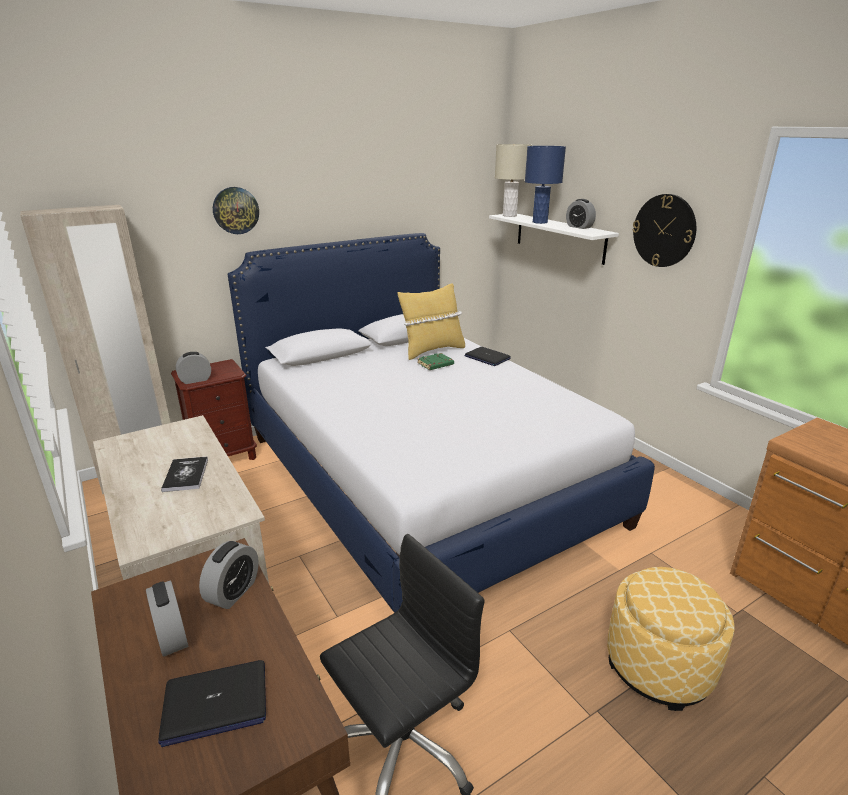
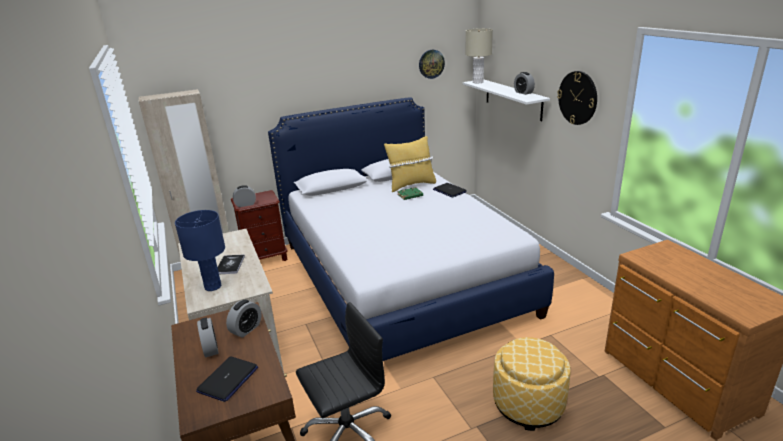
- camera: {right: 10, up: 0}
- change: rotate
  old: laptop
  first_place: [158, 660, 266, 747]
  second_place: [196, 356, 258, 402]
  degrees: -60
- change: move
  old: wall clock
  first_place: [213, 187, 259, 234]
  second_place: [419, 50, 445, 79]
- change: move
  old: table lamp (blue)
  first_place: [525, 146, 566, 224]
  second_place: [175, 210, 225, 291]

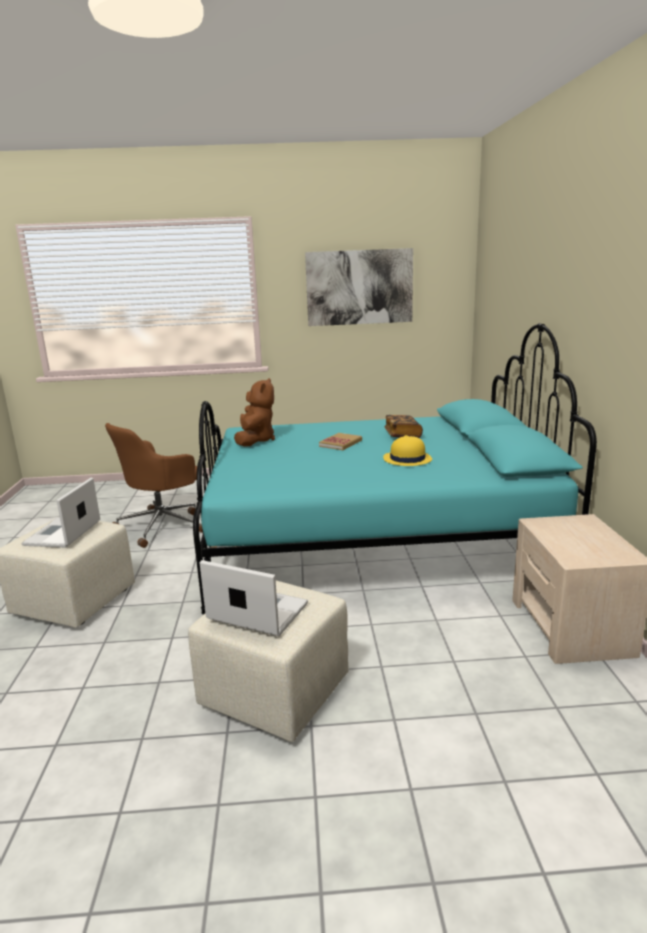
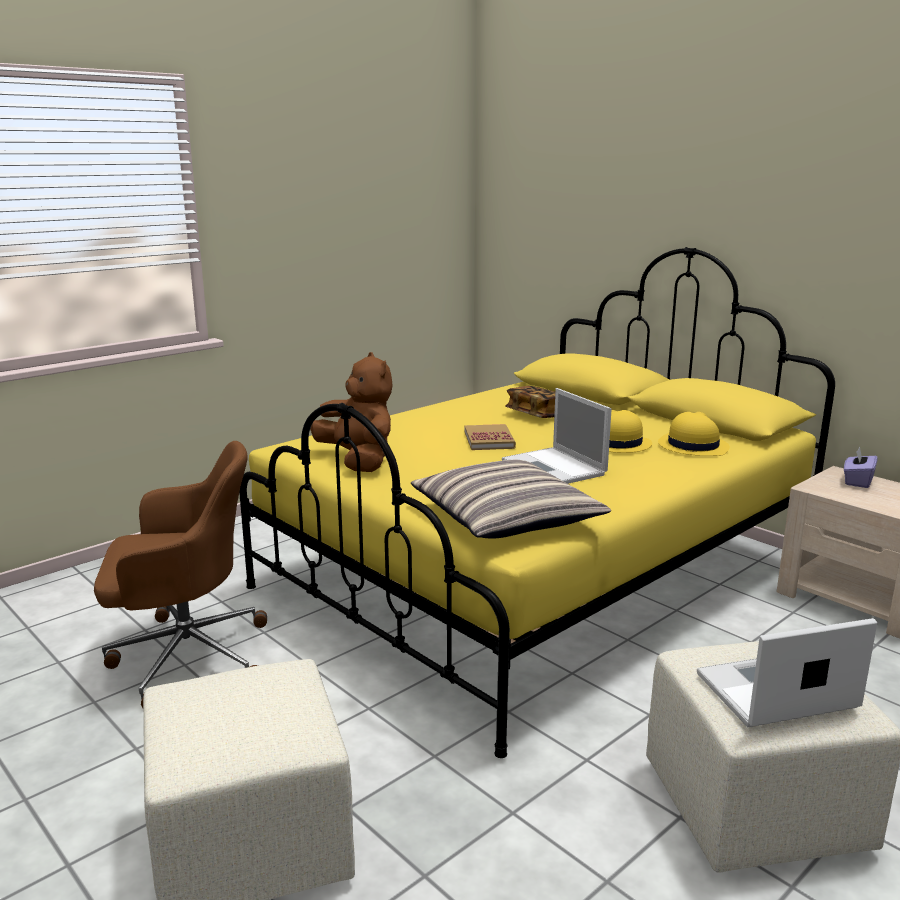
- camera: {right: -40, up: 0}
- change: move
  old: laptop
  first_place: [21, 478, 100, 548]
  second_place: [502, 388, 612, 484]
- change: rotate
  old: office chair (brown)
  first_place: [105, 423, 203, 548]
  second_place: [94, 441, 267, 708]
  degrees: -105
- change: recolor
  old: bed (turquoise)
  new: bed (yellow)
  first_place: [193, 323, 597, 615]
  second_place: [239, 247, 835, 758]
- change: delete
  old: picture
  first_place: [305, 248, 413, 326]
- change: insert
  new: pillow
  second_place: [411, 460, 611, 539]
- change: insert
  new: hat (yellow)
  second_place: [658, 412, 730, 456]
- change: insert
  new: tissue box (purple)
  second_place: [844, 447, 878, 488]

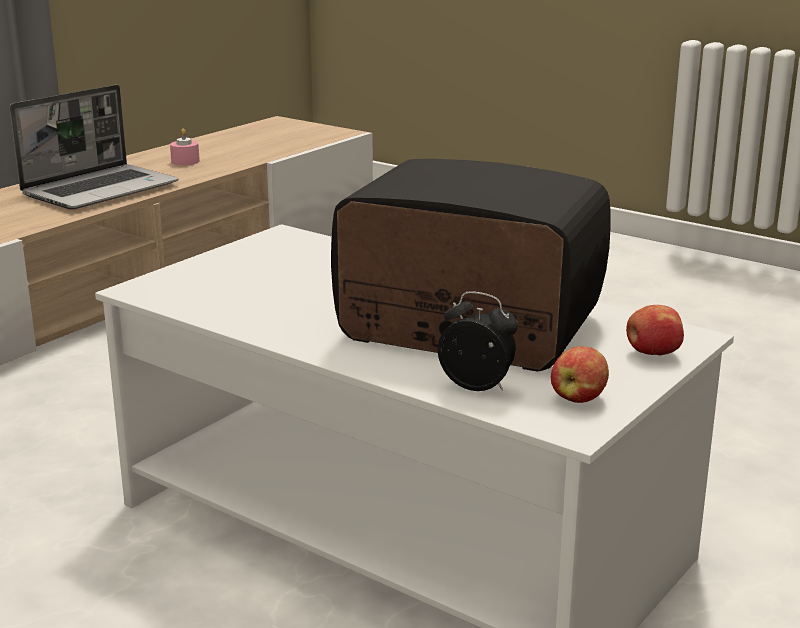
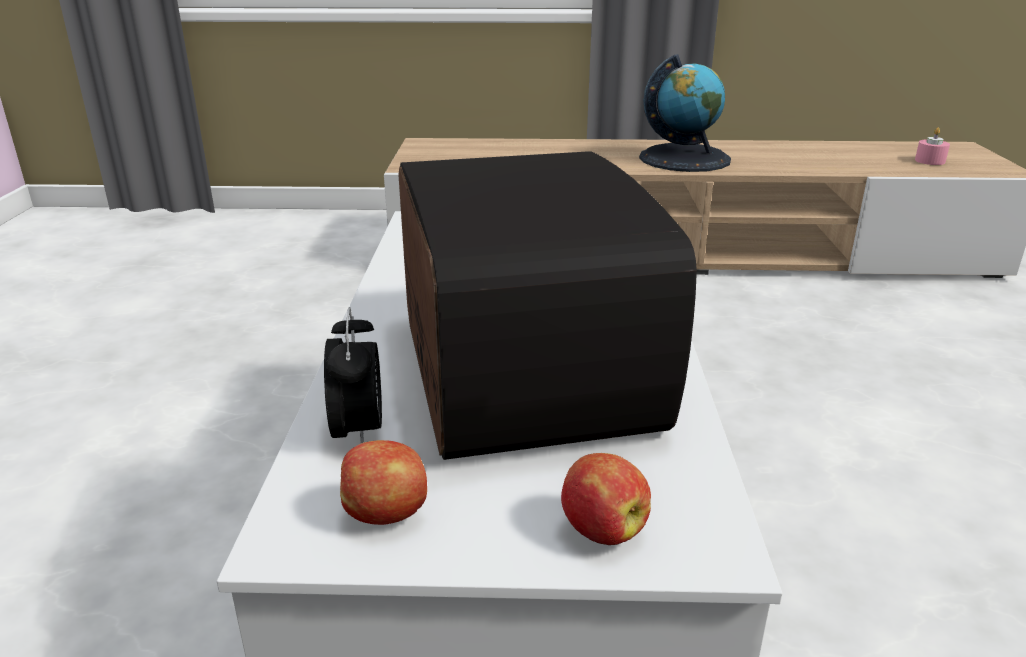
- camera: {right: 55, up: 5}
- change: replace
  old: laptop
  new: globe
  first_place: [10, 85, 178, 210]
  second_place: [639, 54, 731, 172]
- change: move
  old: candle (pink)
  first_place: [170, 129, 200, 165]
  second_place: [915, 128, 950, 165]

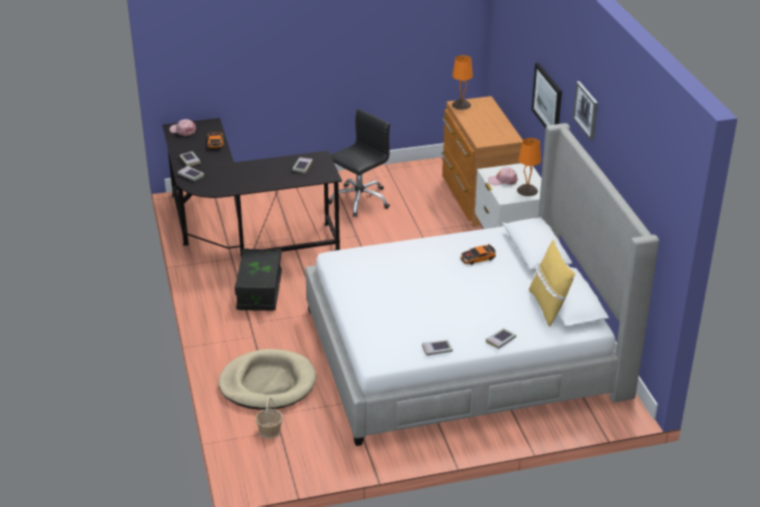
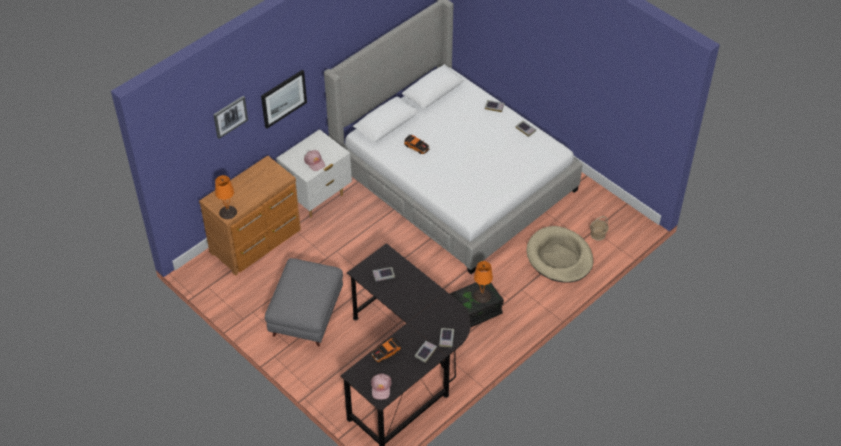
- camera: {right: -120, up: 15}
- change: replace
  old: office chair (black)
  new: ottoman (grey)
  first_place: [328, 109, 390, 218]
  second_place: [265, 258, 343, 346]
- change: move
  old: table lamp (orange)
  first_place: [517, 138, 541, 196]
  second_place: [473, 261, 493, 303]
- change: delete
  old: pillow (yellow)
  first_place: [529, 240, 575, 326]
- change: move
  old: picture
  first_place: [573, 81, 598, 141]
  second_place: [213, 96, 248, 139]

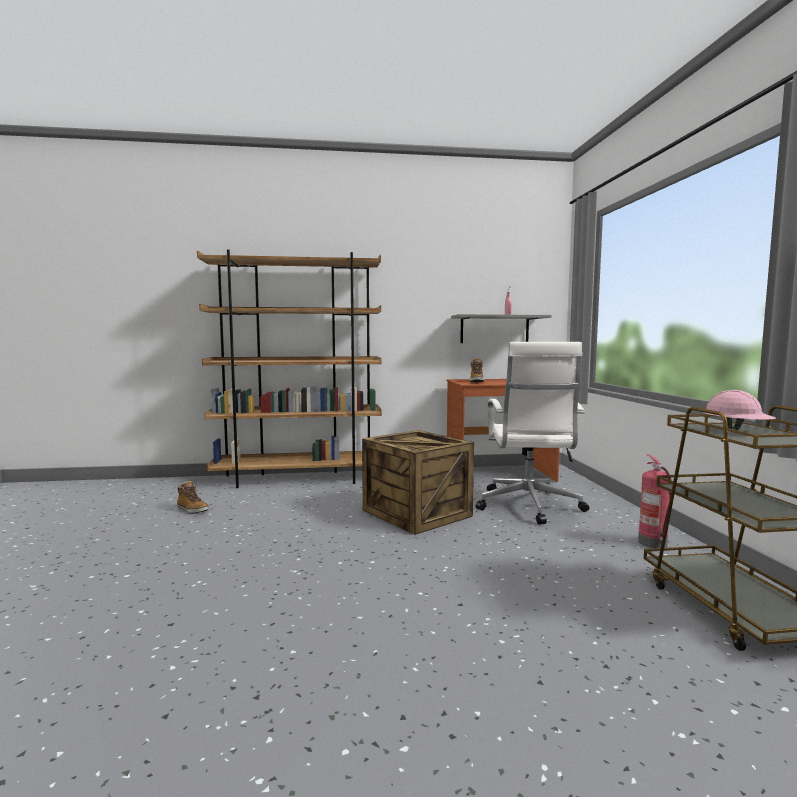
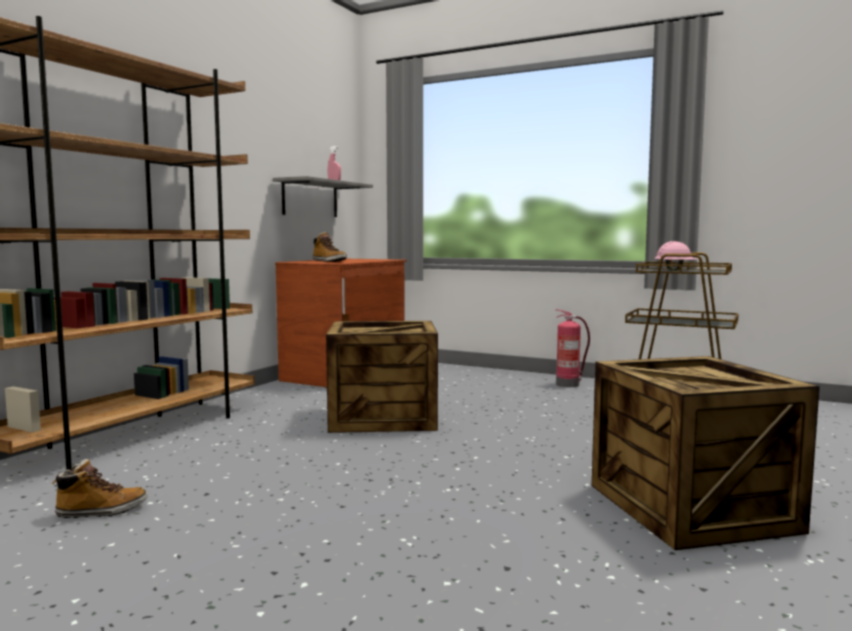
- camera: {right: -55, up: 0}
- change: delete
  old: office chair (white)
  first_place: [476, 342, 589, 525]
- change: insert
  new: crate
  second_place: [592, 356, 820, 550]

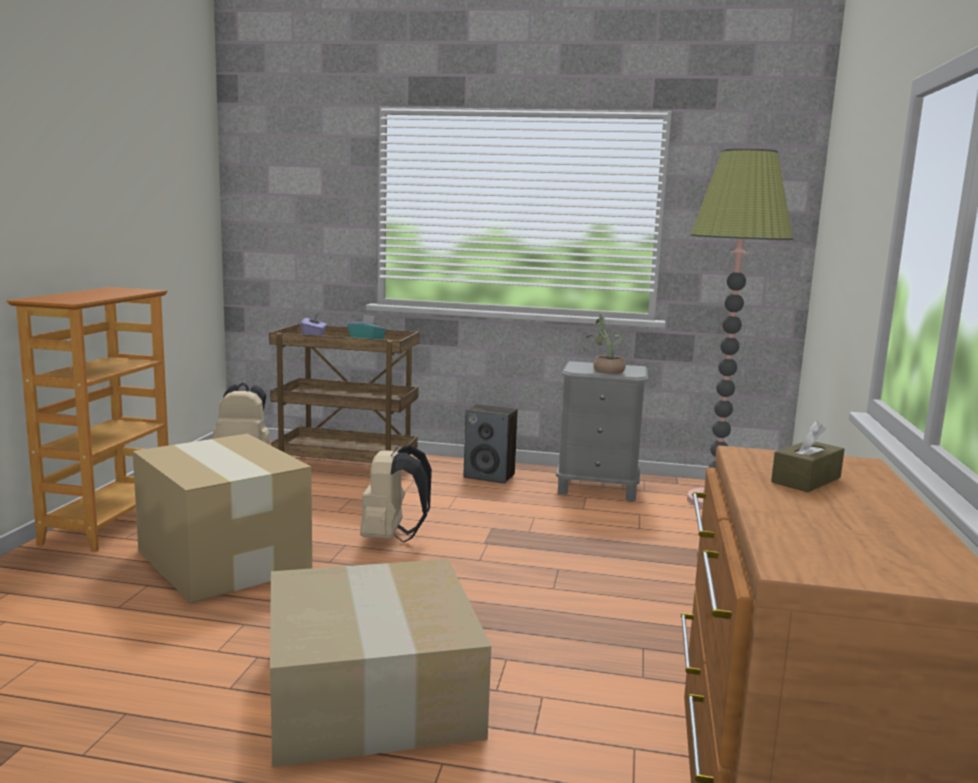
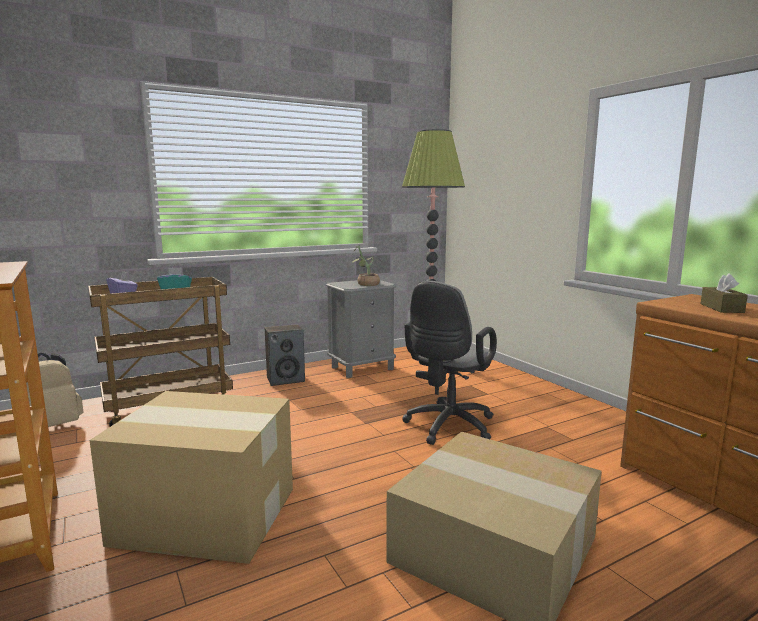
- camera: {right: -40, up: 0}
- change: delete
  old: backpack (beige)
  first_place: [360, 444, 432, 543]
- change: insert
  new: office chair (grey)
  second_place: [402, 281, 497, 445]

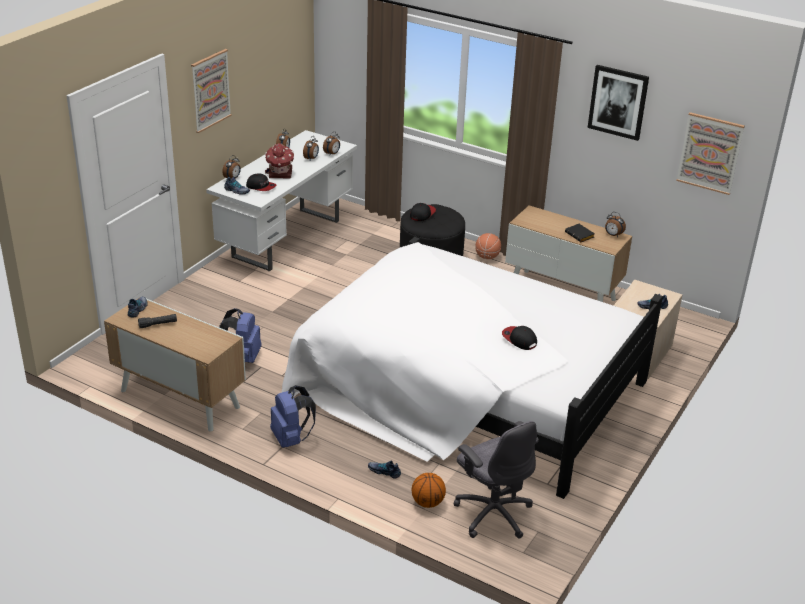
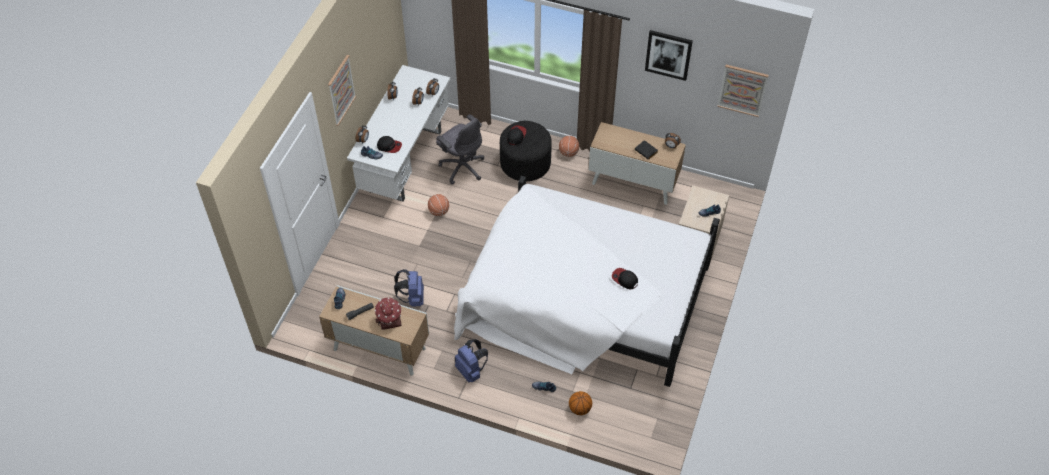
- camera: {right: -10, up: 20}
- change: move
  old: toy house
  first_place: [265, 143, 294, 178]
  second_place: [374, 297, 402, 330]
- change: move
  old: office chair (grey)
  first_place: [453, 421, 539, 538]
  second_place: [436, 114, 484, 185]
- change: insert
  new: basketball
  second_place: [428, 194, 449, 216]

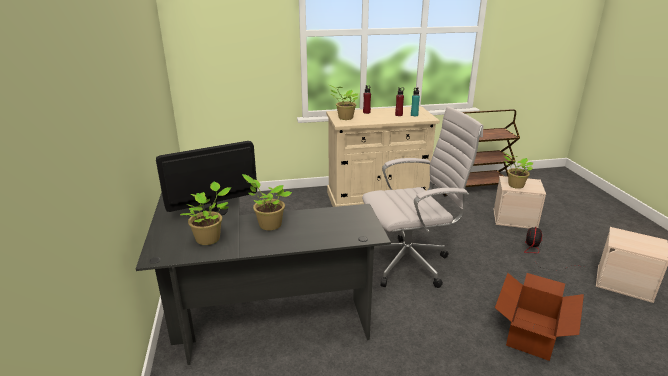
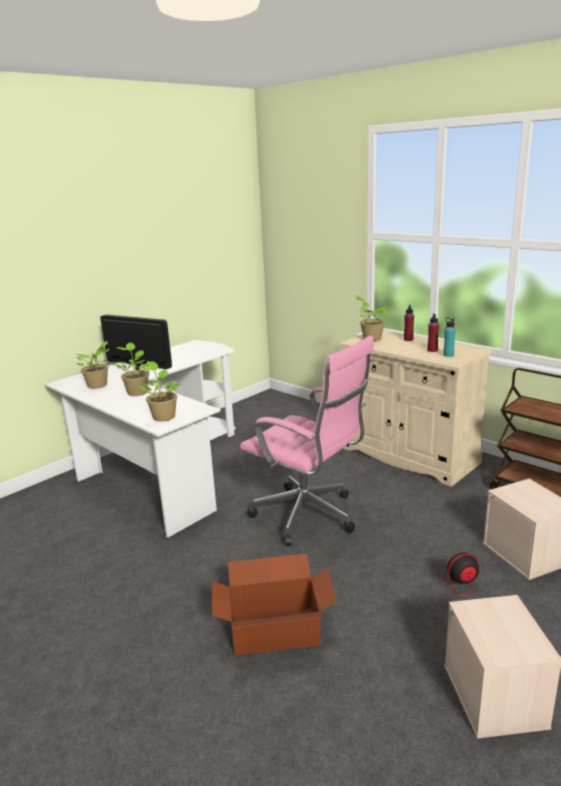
- camera: {right: 55, up: -5}
- change: recolor
  old: desk (black)
  new: desk (white)
  first_place: [136, 192, 391, 365]
  second_place: [45, 340, 235, 538]
- change: recolor
  old: office chair (white)
  new: office chair (pink)
  first_place: [362, 106, 483, 288]
  second_place: [240, 336, 374, 546]
- change: move
  old: potted plant
  first_place: [503, 152, 533, 189]
  second_place: [137, 361, 180, 422]

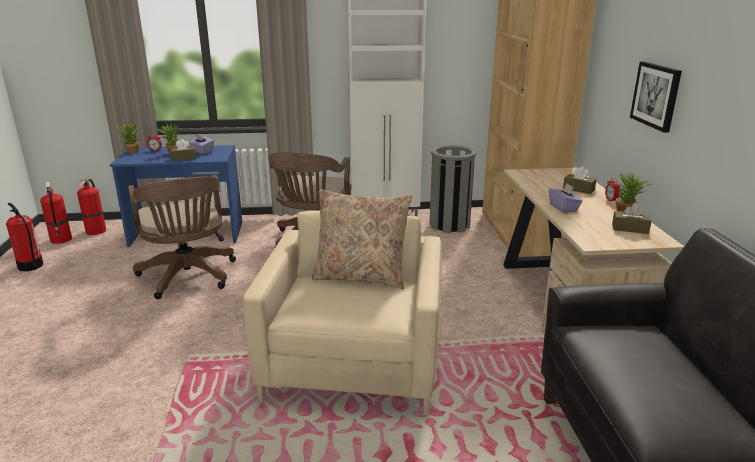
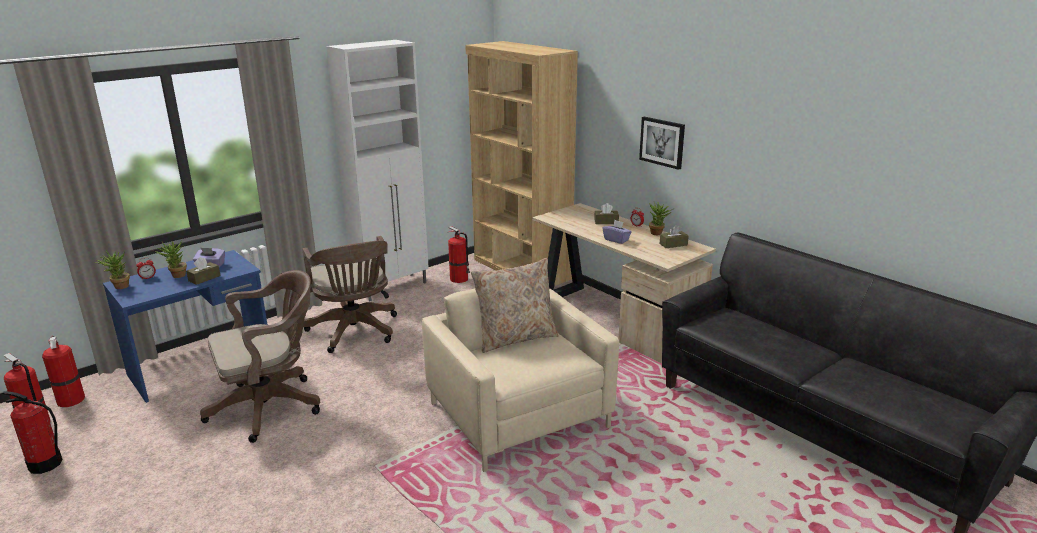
- camera: {right: -35, up: 0}
- change: rotate
  old: office chair (brown)
  first_place: [128, 175, 236, 299]
  second_place: [200, 270, 320, 443]
  degrees: -60
- change: replace
  old: trash can (grey)
  new: fire extinguisher
  first_place: [429, 145, 476, 233]
  second_place: [448, 226, 470, 283]

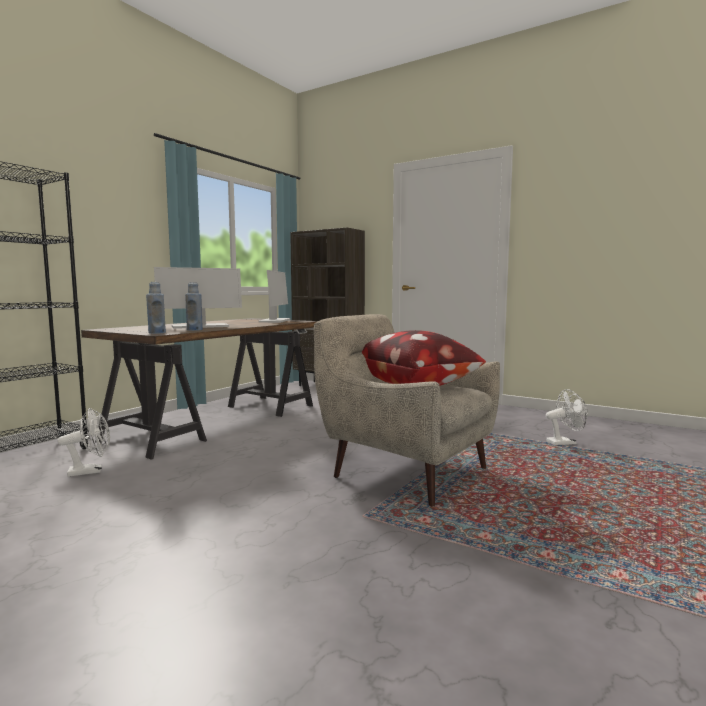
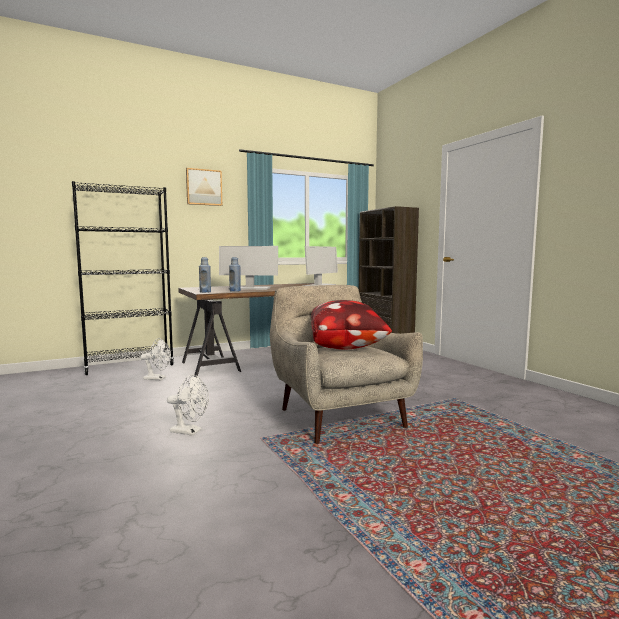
- camera: {right: 30, up: 0}
- change: move
  old: fan (white)
  first_place: [546, 389, 588, 445]
  second_place: [167, 375, 209, 436]
- change: insert
  new: picture
  second_place: [186, 168, 222, 206]

